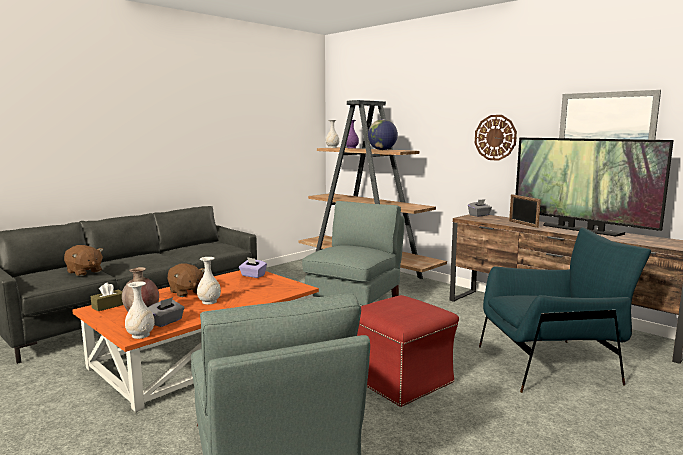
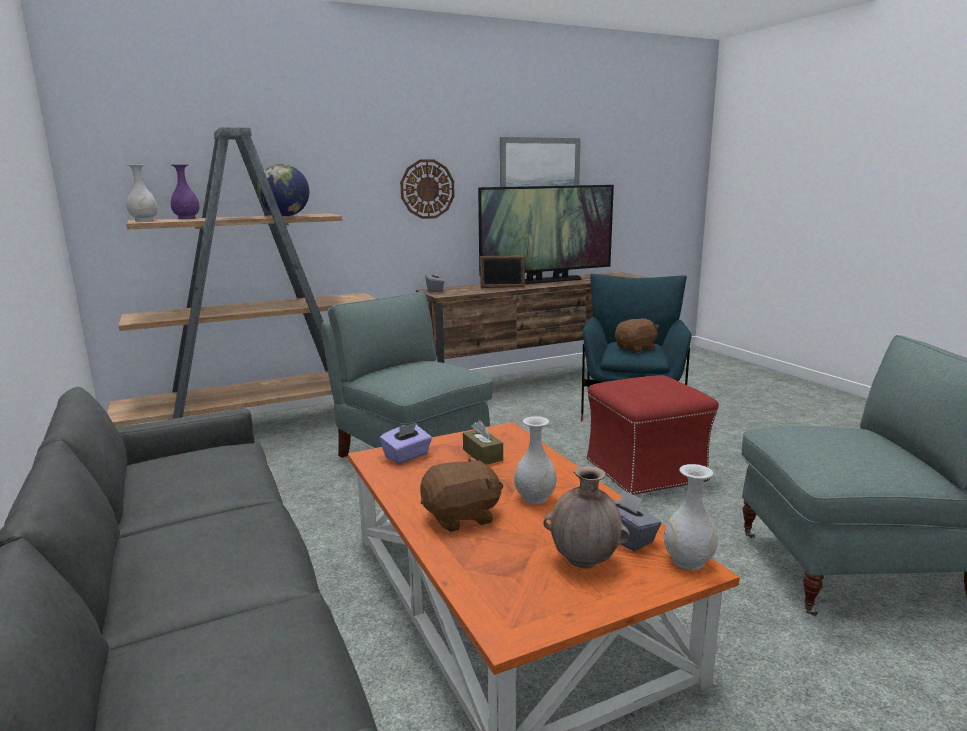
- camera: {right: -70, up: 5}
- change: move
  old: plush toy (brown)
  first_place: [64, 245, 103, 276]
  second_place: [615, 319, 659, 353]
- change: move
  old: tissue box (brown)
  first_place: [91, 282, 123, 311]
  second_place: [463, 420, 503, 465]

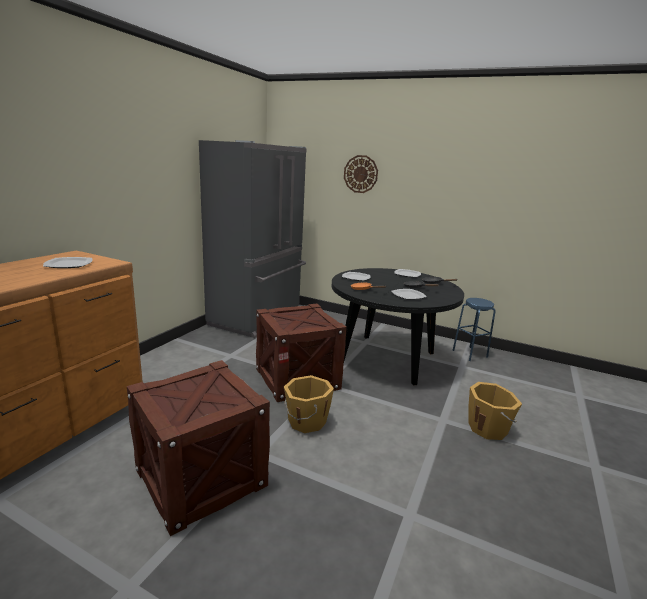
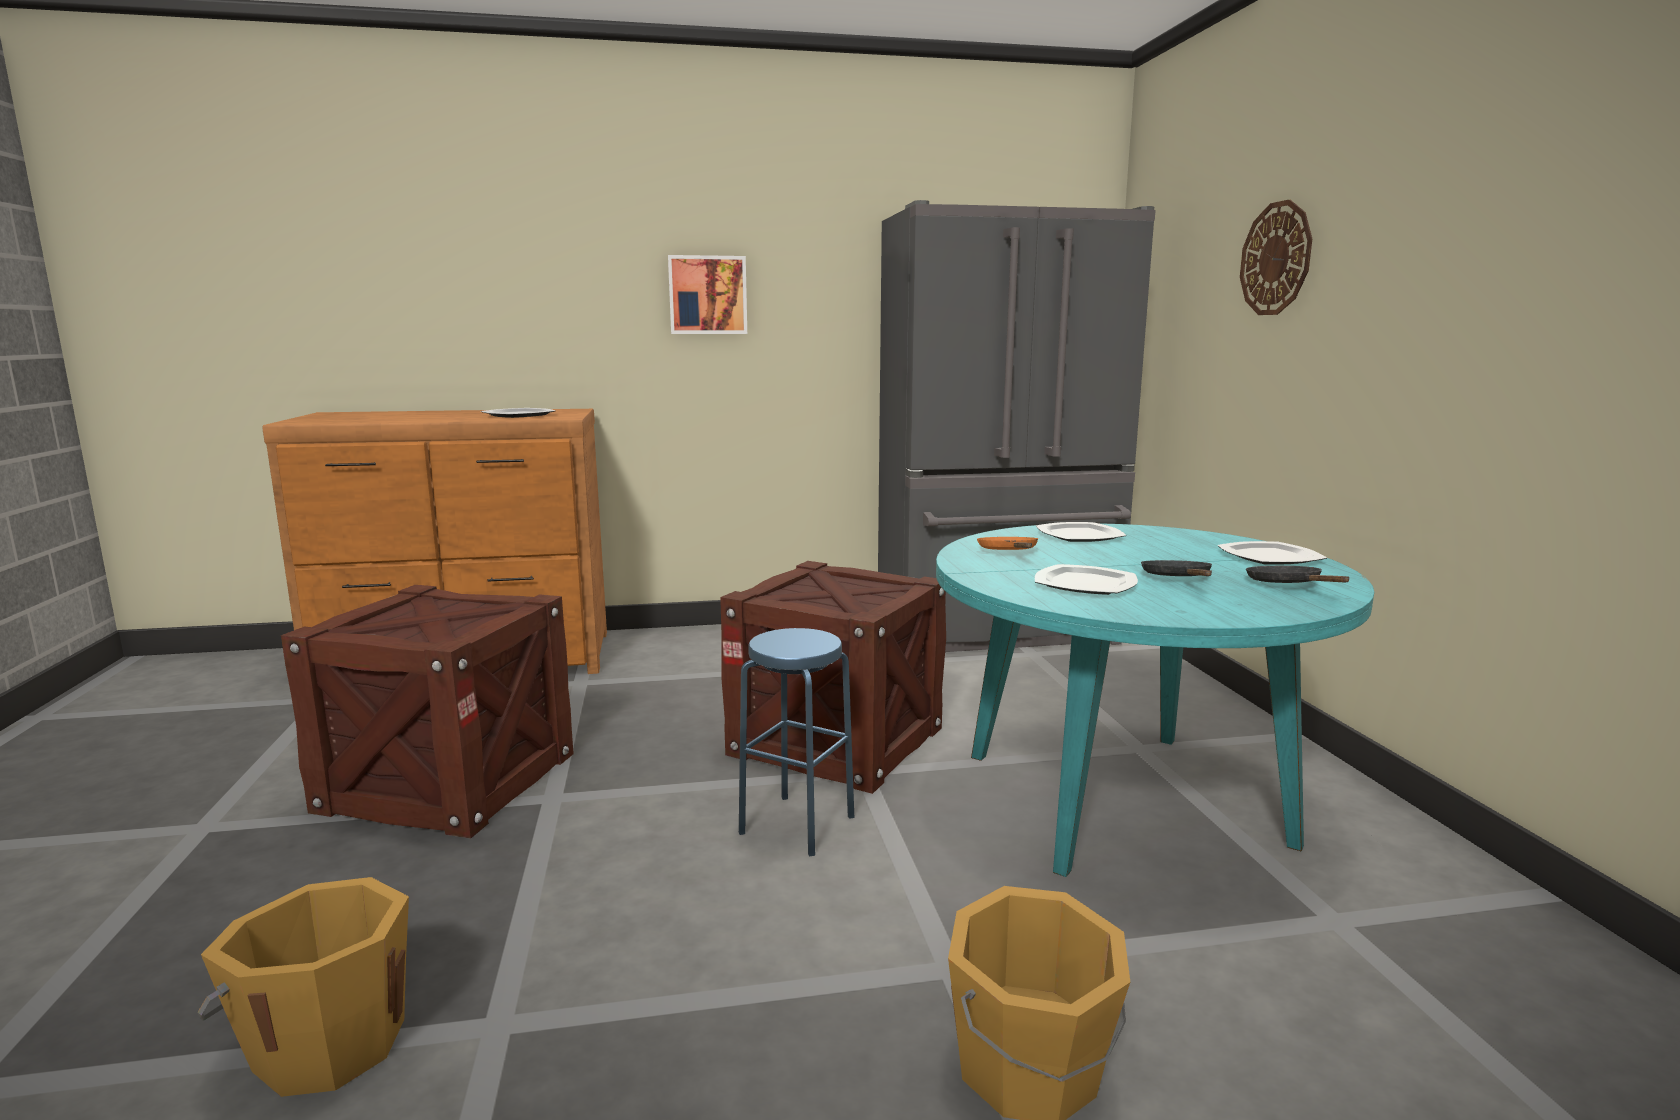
- camera: {right: 55, up: -5}
- change: move
  old: bucket (orange)
  first_place: [284, 375, 334, 433]
  second_place: [198, 877, 409, 1097]
- change: recolor
  old: dining table (black)
  new: dining table (turquoise)
  first_place: [332, 268, 464, 386]
  second_place: [936, 524, 1374, 877]
- change: move
  old: stool (blue)
  first_place: [452, 298, 495, 361]
  second_place: [739, 628, 854, 856]
- change: insert
  new: picture
  second_place: [668, 255, 747, 334]

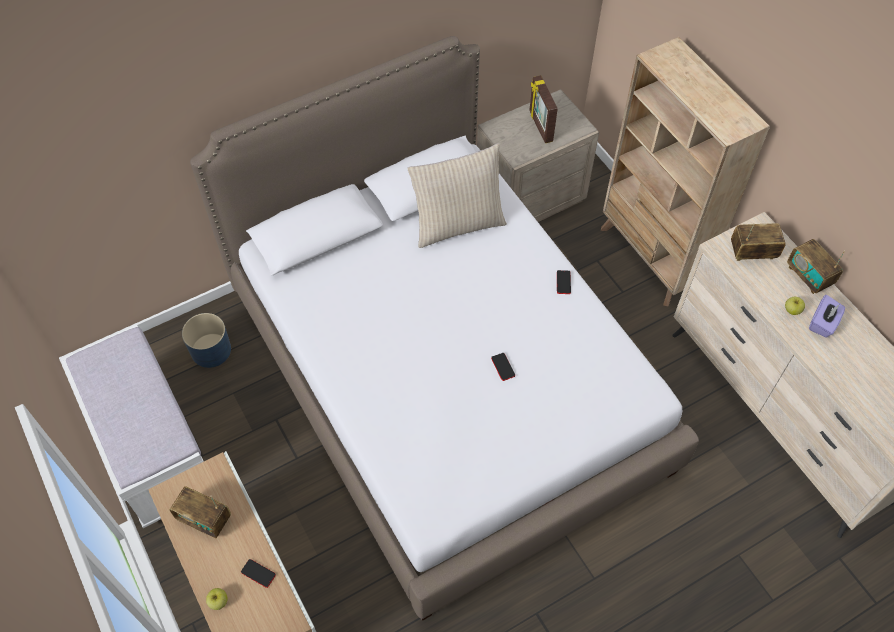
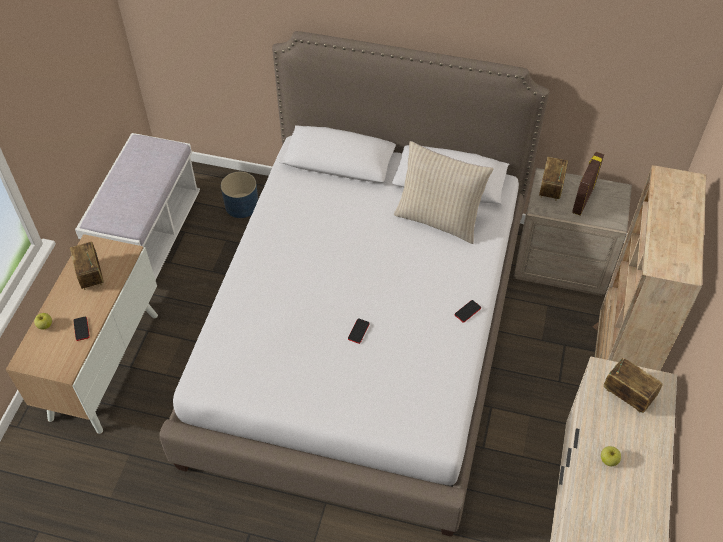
- camera: {right: 45, up: -5}
- change: move
  old: radio
  first_place: [787, 239, 845, 294]
  second_place: [539, 157, 568, 201]
- change: delete
  old: tissue box (purple)
  first_place: [809, 295, 845, 338]

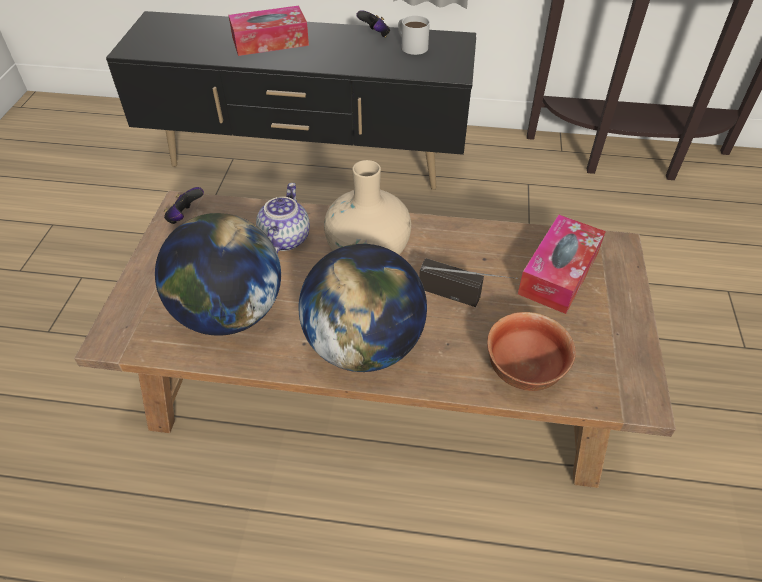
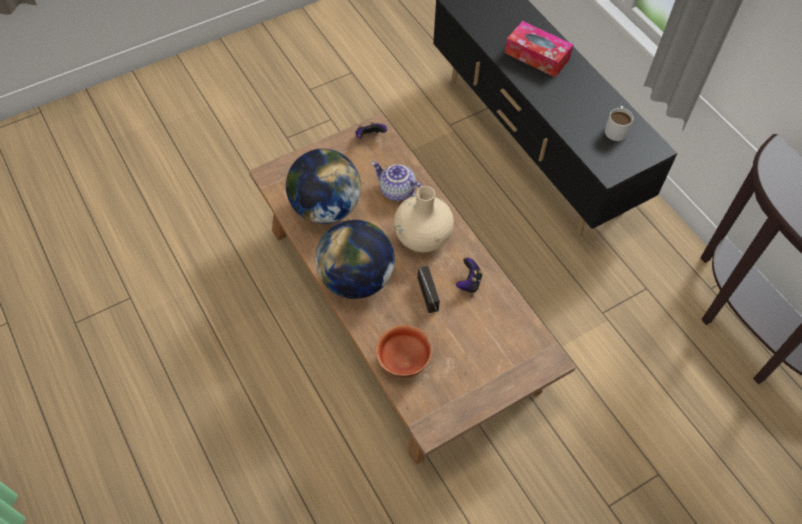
- camera: {right: 50, up: 10}
- change: rotate
  old: teapot
  first_place: [256, 183, 310, 253]
  second_place: [372, 161, 422, 201]
  degrees: -120
- change: move
  old: game controller
  first_place: [356, 10, 390, 38]
  second_place: [456, 258, 482, 293]
- change: delete
  old: tissue box
  first_place: [518, 215, 606, 314]

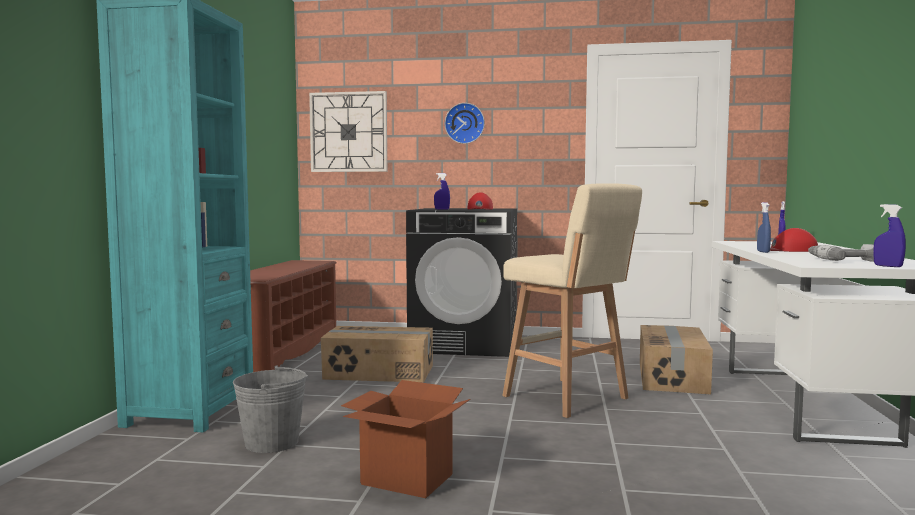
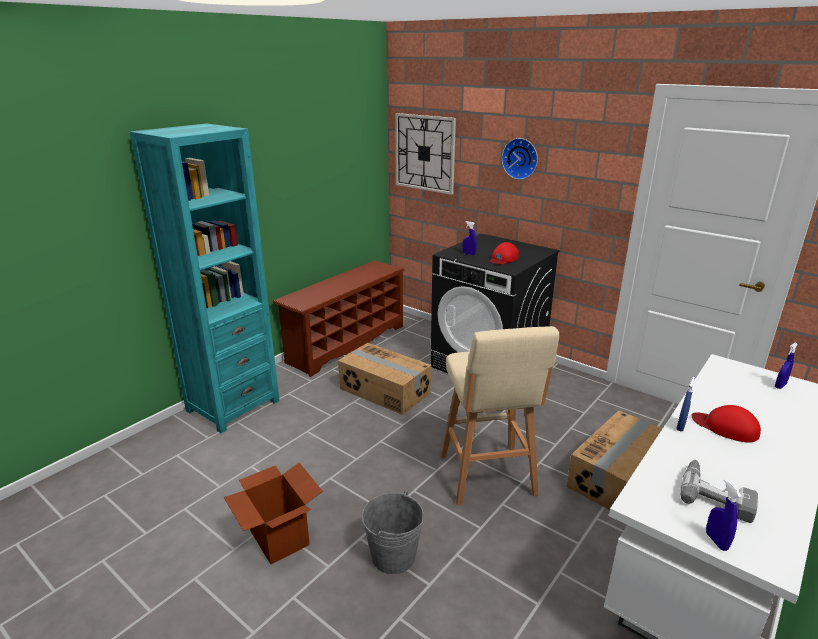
- camera: {right: 30, up: 20}
- change: move
  old: bucket (grey)
  first_place: [233, 365, 308, 453]
  second_place: [362, 492, 424, 574]

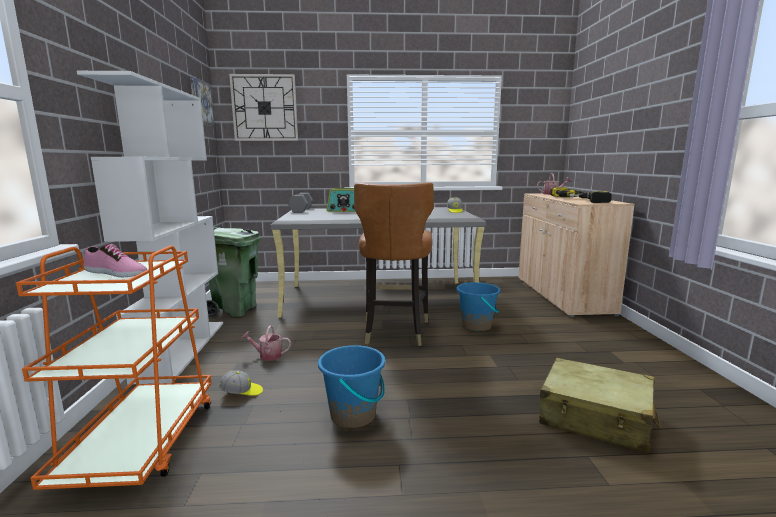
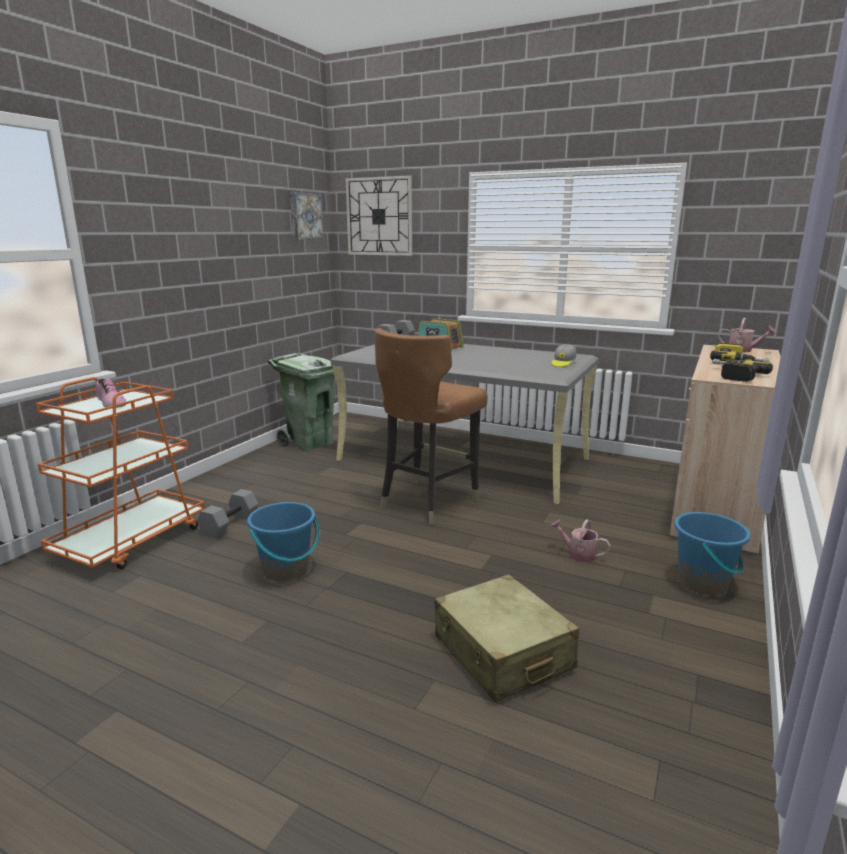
- camera: {right: 30, up: 5}
- change: delete
  old: bookcase (white)
  first_place: [77, 71, 223, 385]
- change: replace
  old: cap
  new: dumbbell (grey)
  first_place: [219, 370, 263, 396]
  second_place: [197, 489, 258, 538]
- change: move
  old: watering can
  first_place: [242, 325, 291, 361]
  second_place: [550, 519, 611, 562]
- change: move
  old: bucket (blue)
  first_place: [456, 282, 501, 331]
  second_place: [675, 512, 750, 595]

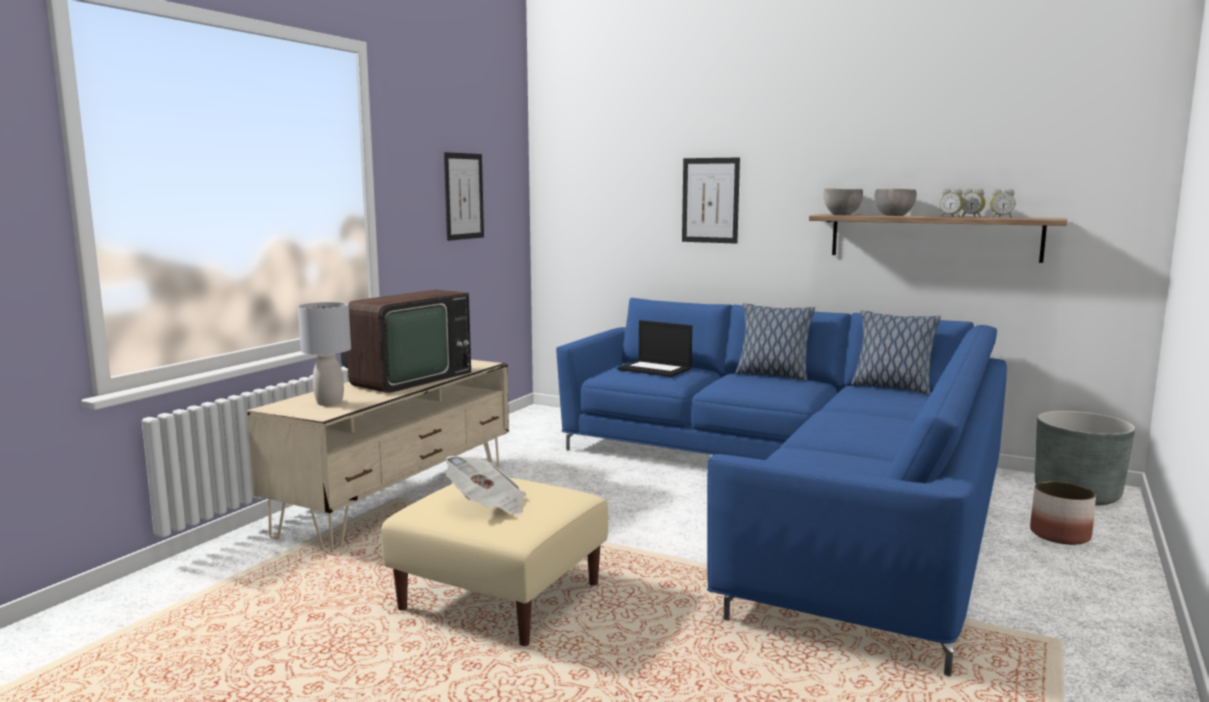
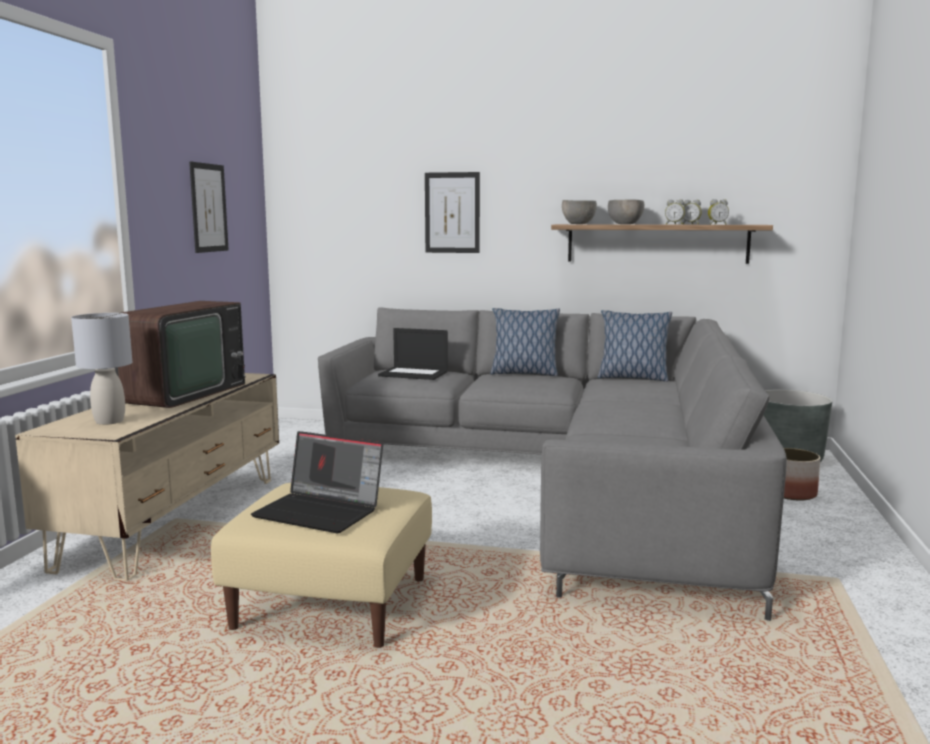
- camera: {right: -15, up: 0}
- change: replace
  old: newspaper
  new: laptop
  first_place: [445, 455, 526, 515]
  second_place: [251, 431, 383, 533]
- change: recolor
  old: sofa (blue)
  new: sofa (grey)
  first_place: [556, 298, 1007, 677]
  second_place: [318, 308, 787, 621]

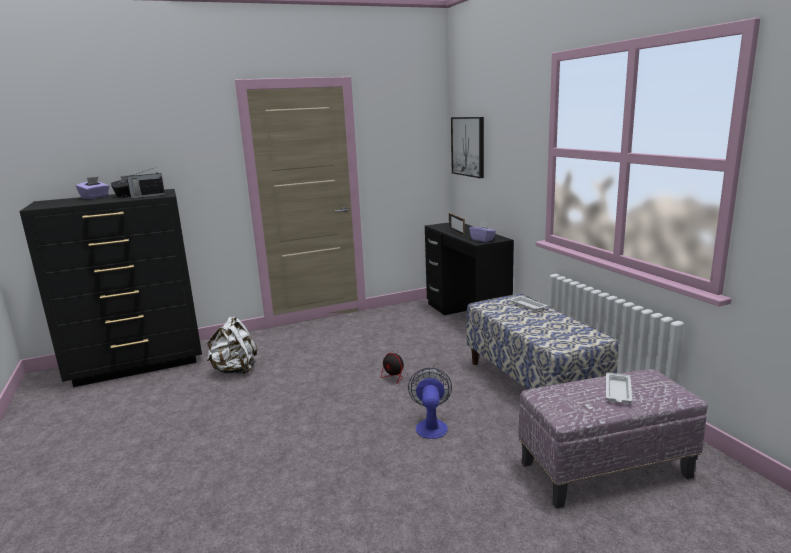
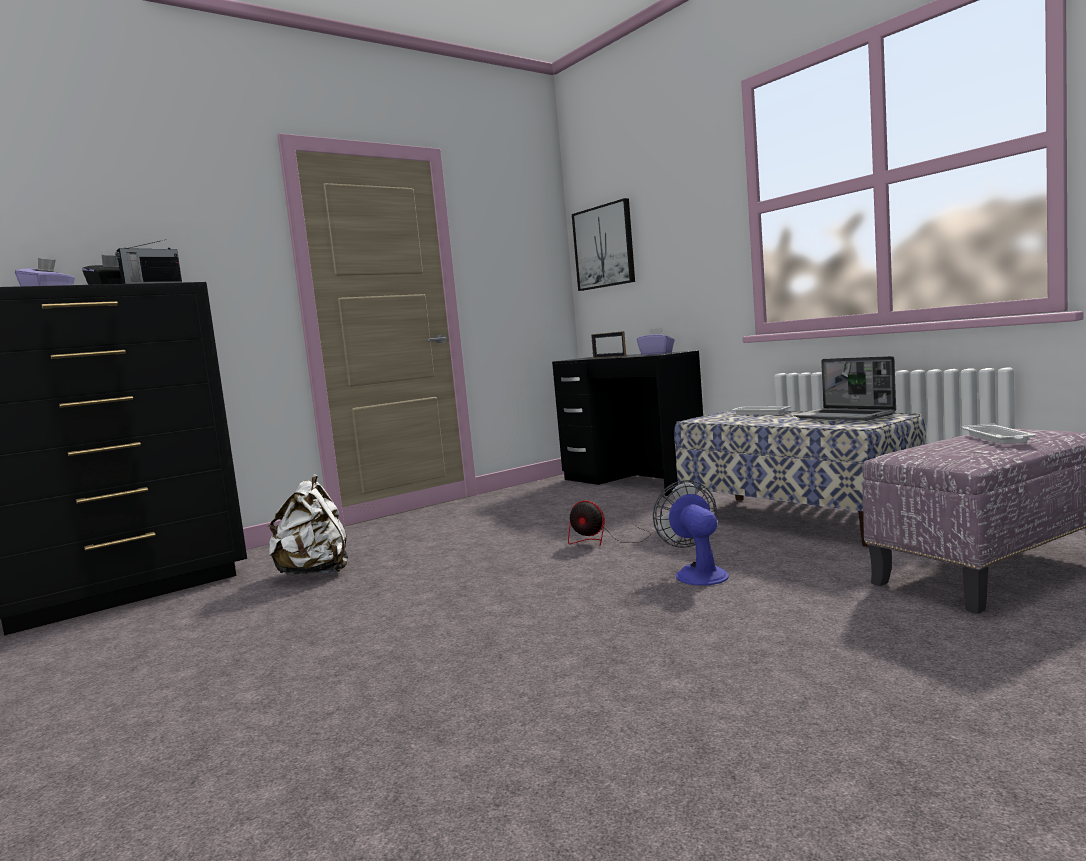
- camera: {right: -15, up: -10}
- change: insert
  new: laptop
  second_place: [793, 356, 896, 421]

